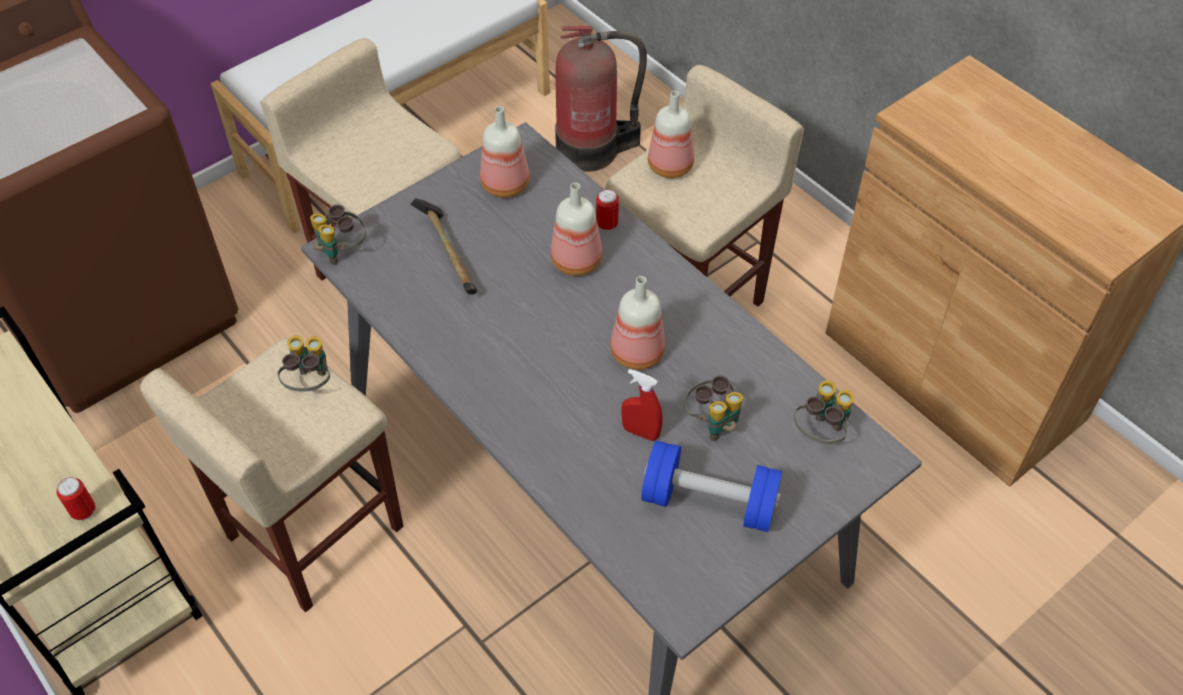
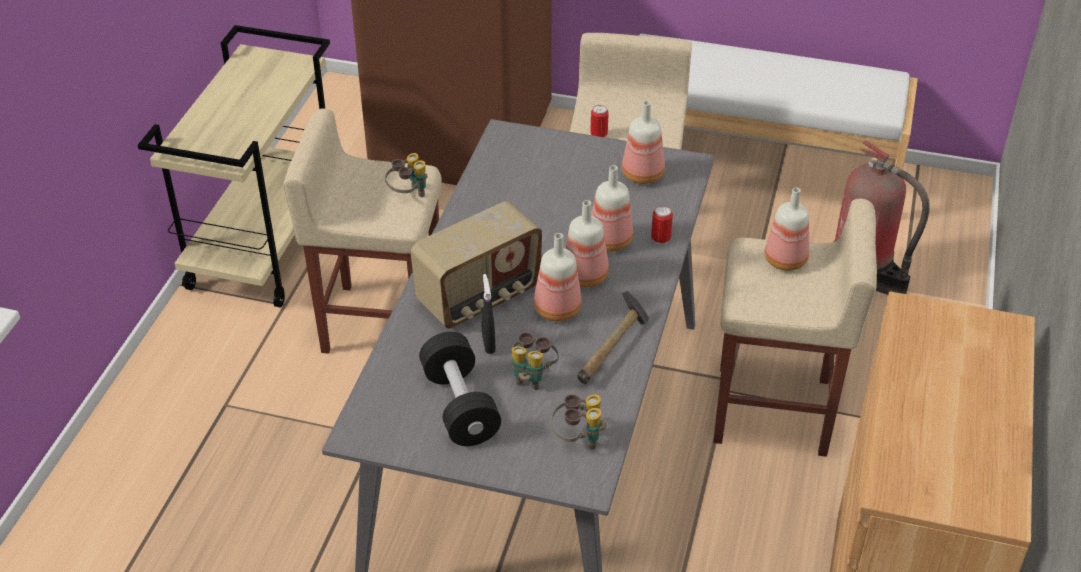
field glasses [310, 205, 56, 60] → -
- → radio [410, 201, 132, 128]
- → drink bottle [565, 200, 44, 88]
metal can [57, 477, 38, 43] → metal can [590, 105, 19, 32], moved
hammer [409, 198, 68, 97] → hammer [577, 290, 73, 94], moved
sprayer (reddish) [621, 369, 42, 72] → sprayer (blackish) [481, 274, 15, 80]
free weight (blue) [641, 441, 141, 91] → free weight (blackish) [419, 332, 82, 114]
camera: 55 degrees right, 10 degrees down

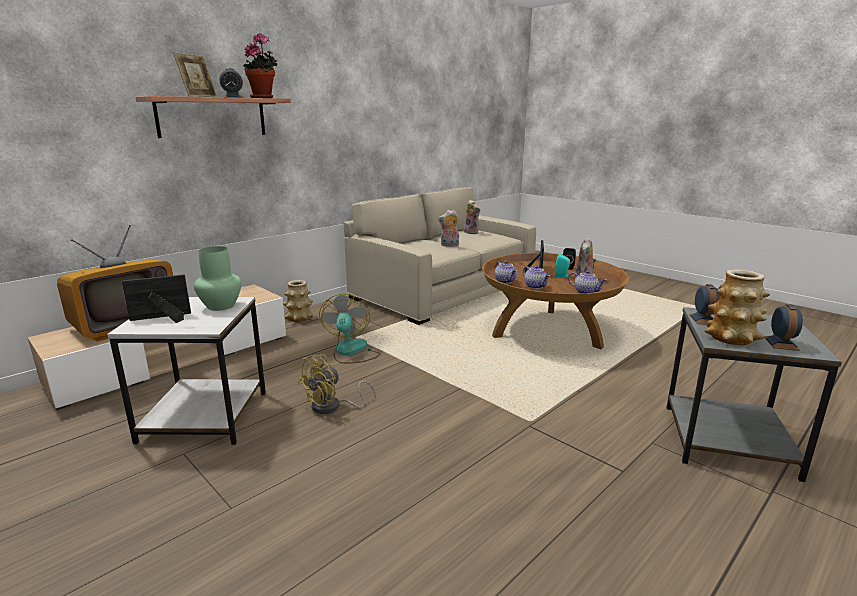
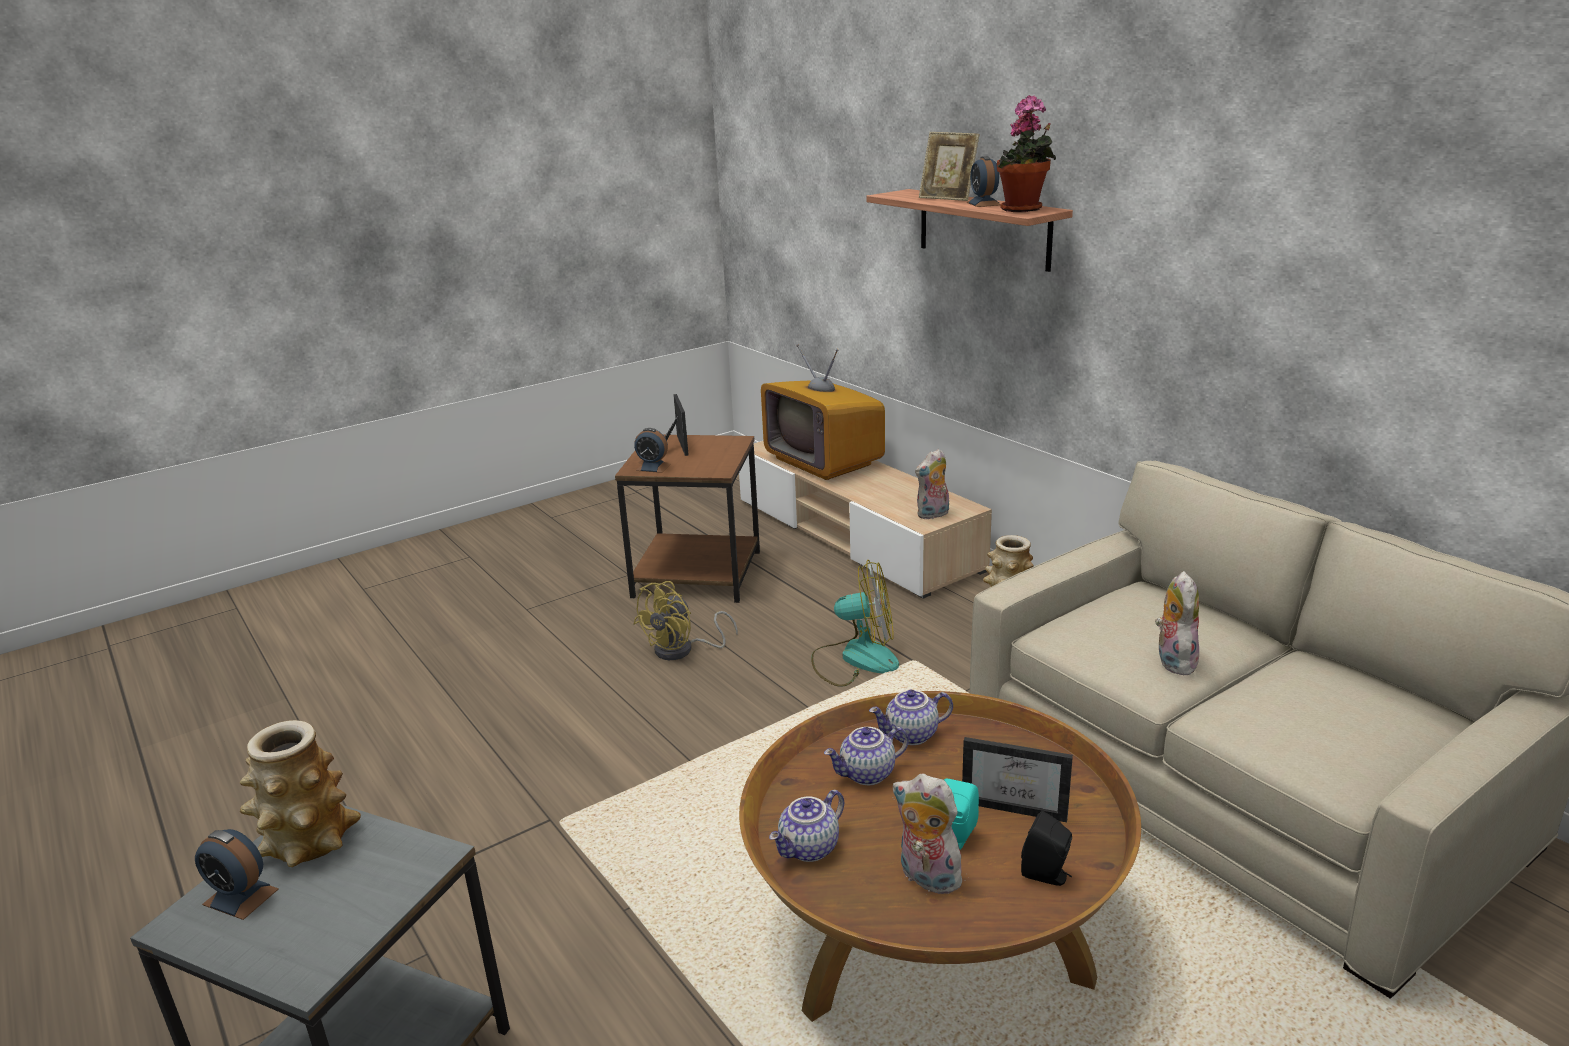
decorative vase (green-coloured) [194, 246, 48, 65] → -
soft toy [464, 200, 16, 34] → soft toy [915, 449, 34, 70], moved
bedside clock [689, 284, 31, 41] → bedside clock [634, 428, 37, 45], moved
side table (whitish) [107, 297, 159, 148] → side table (brown) [615, 435, 145, 168]
cooling fan (yellowish) [298, 354, 78, 60] → cooling fan (yellowish) [634, 581, 104, 79], 105 degrees counterclockwise
camera: 100 degrees right, 5 degrees up

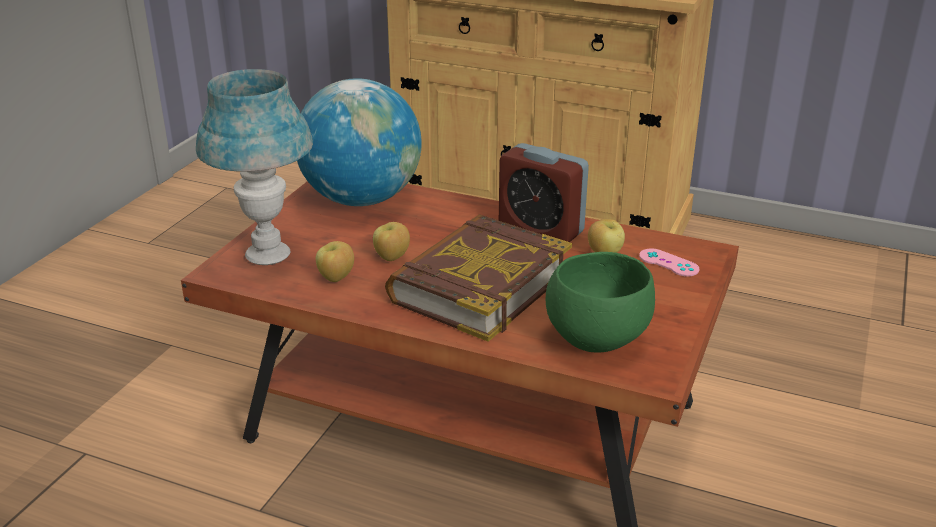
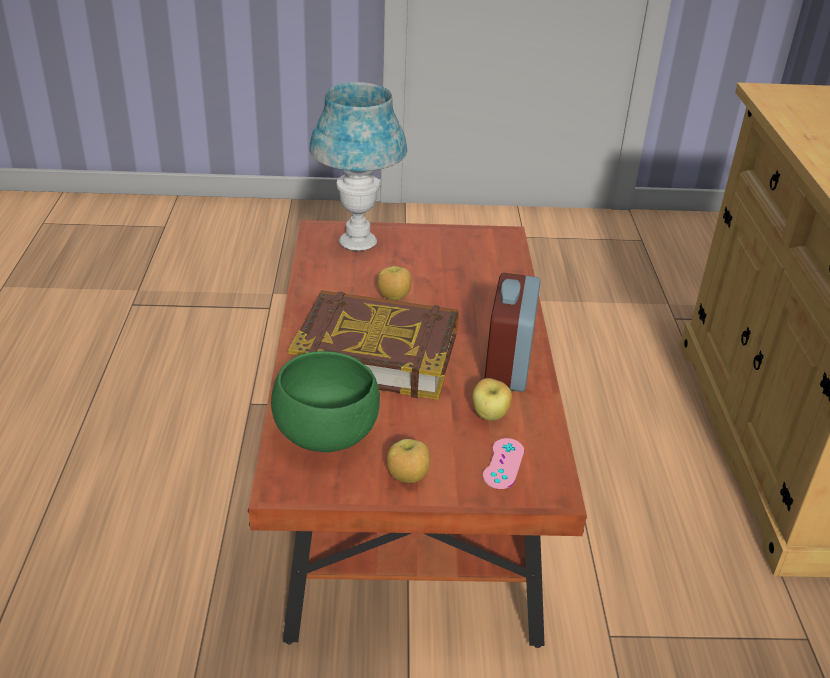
world globe [297, 78, 125, 128] → -
apple fruit [316, 241, 38, 41] → apple fruit [387, 439, 43, 44], moved
camera: 65 degrees right, 5 degrees up

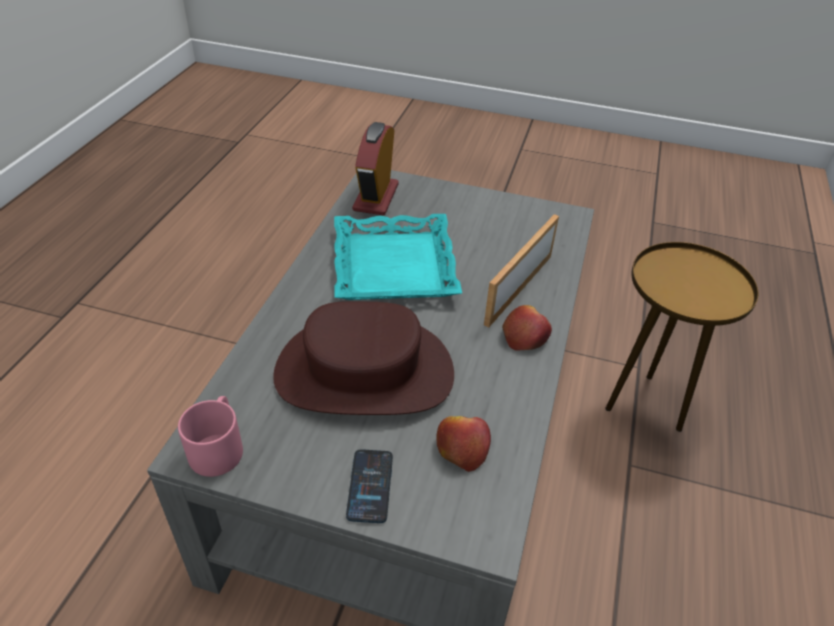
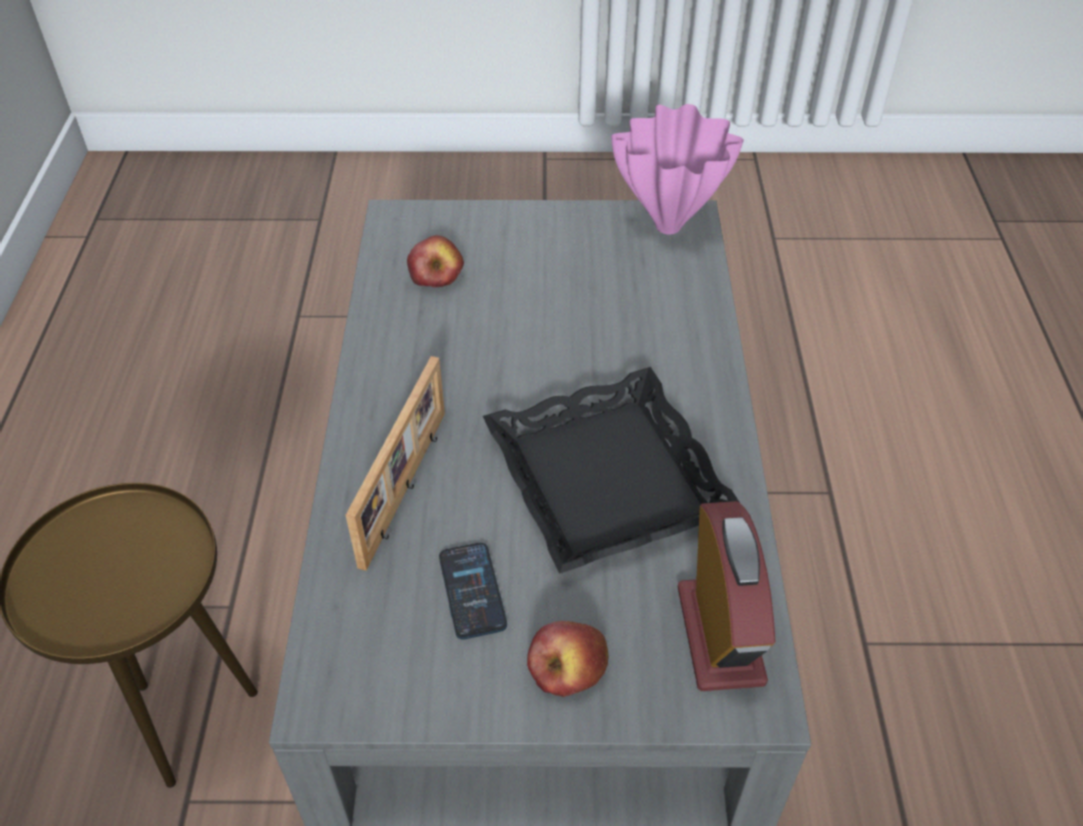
clothing hat (brown) [273, 301, 181, 114] → -
telephone [346, 449, 47, 74] → telephone [439, 543, 68, 96], moved
apple fruit [502, 305, 50, 46] → apple fruit [527, 621, 81, 76], moved
tea mug (pink-coloured) [178, 396, 65, 81] → decorative vase (pink-coloured) [611, 104, 133, 130]
tray (turquoise) [334, 214, 128, 86] → tray (blackish) [483, 367, 258, 207]
camera: 165 degrees right, 5 degrees up

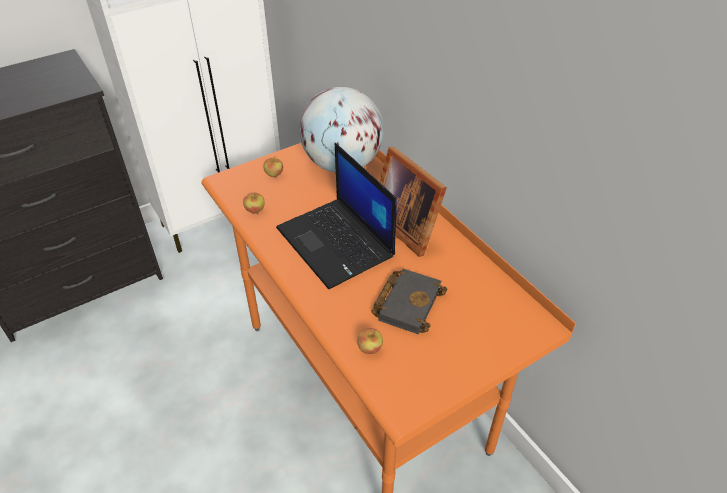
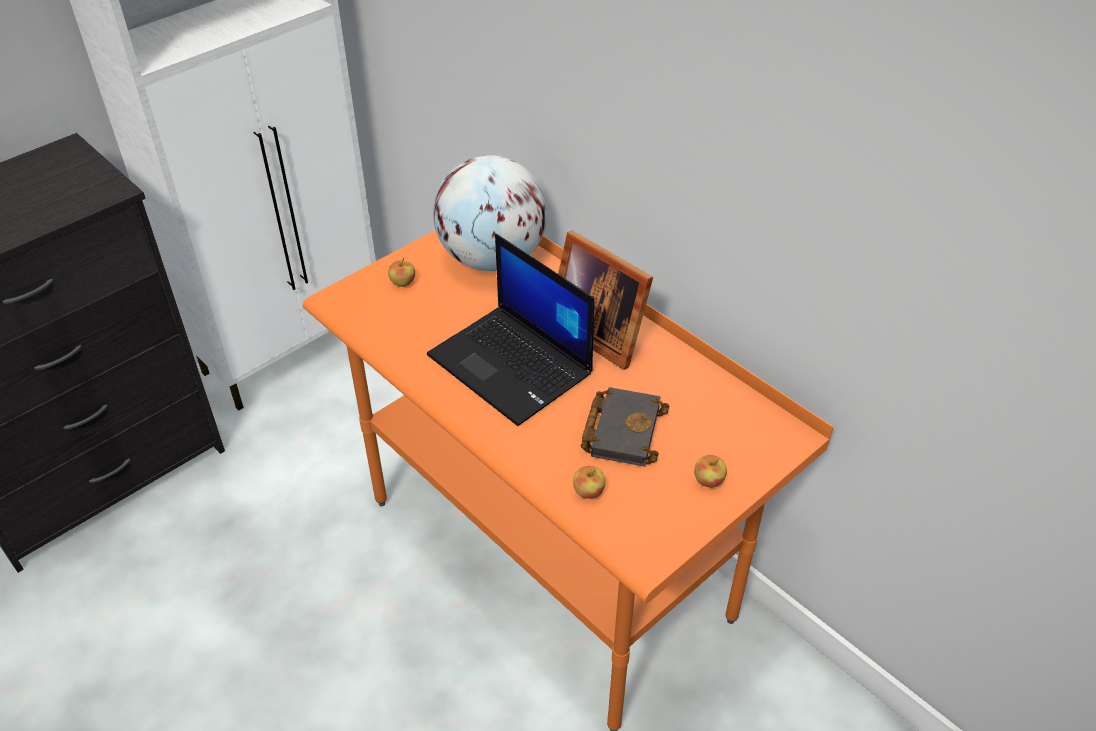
apple fruit [243, 193, 22, 21] → apple fruit [694, 455, 33, 33], moved
camera: 10 degrees left, 0 degrees up

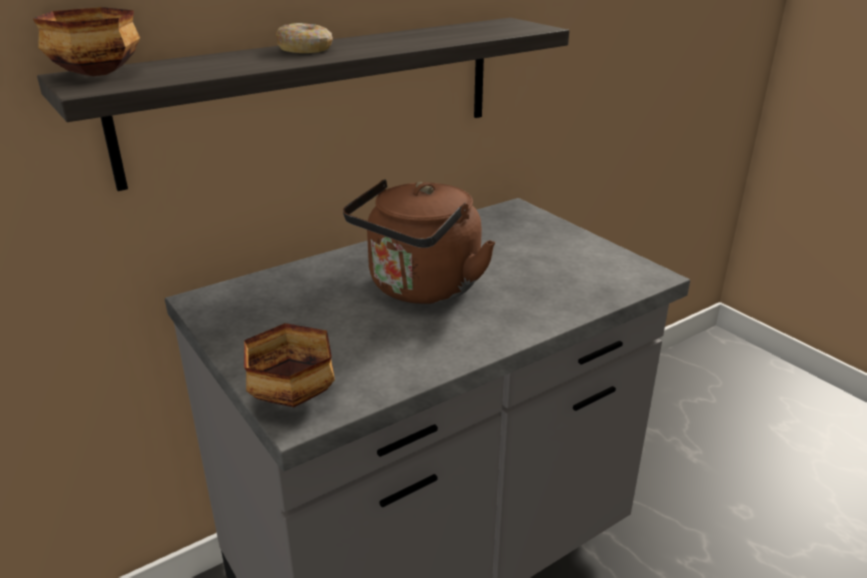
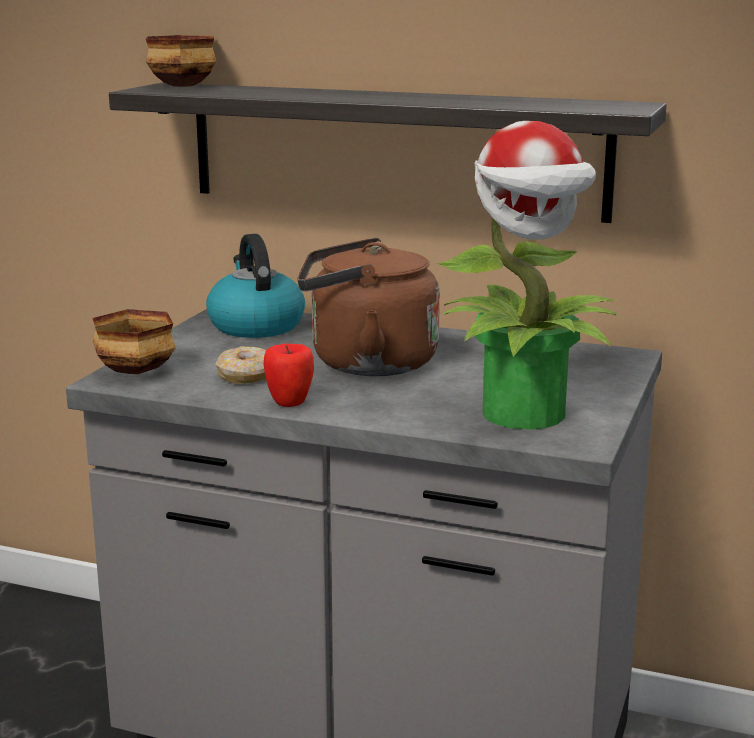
- → tea kettle [206, 234, 99, 104]
- → apple fruit [264, 344, 50, 63]
- → houseplant [437, 121, 180, 309]
ring doughnut [275, 23, 58, 30] → ring doughnut [215, 346, 51, 38], moved
camera: 55 degrees right, 10 degrees down

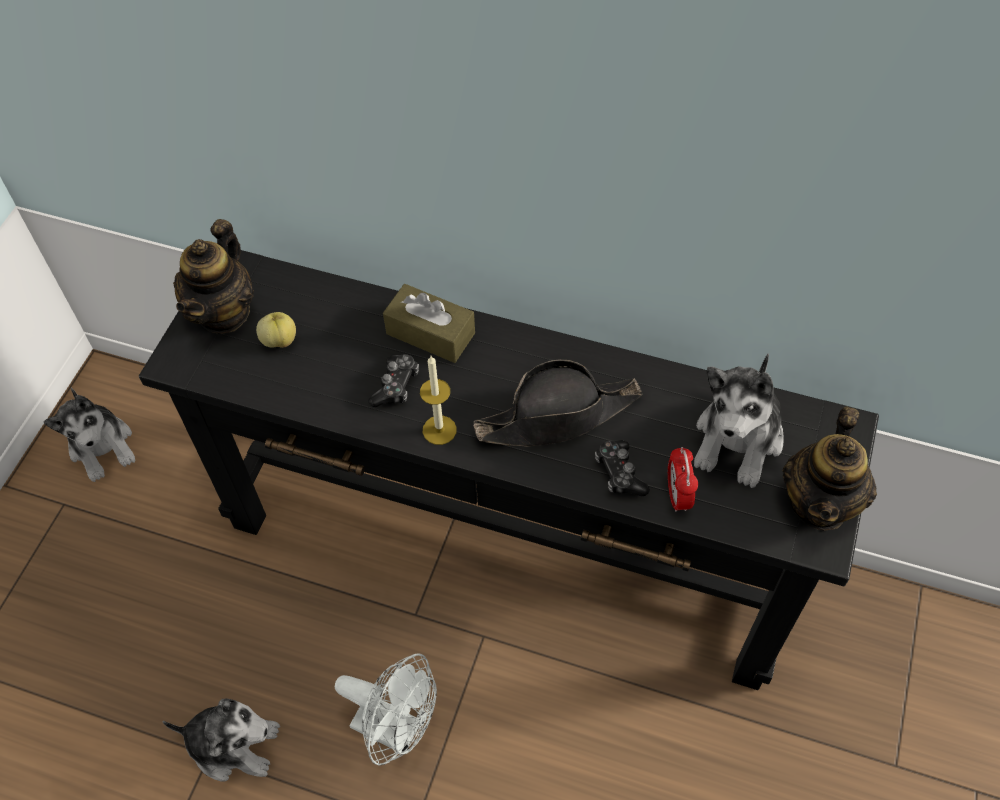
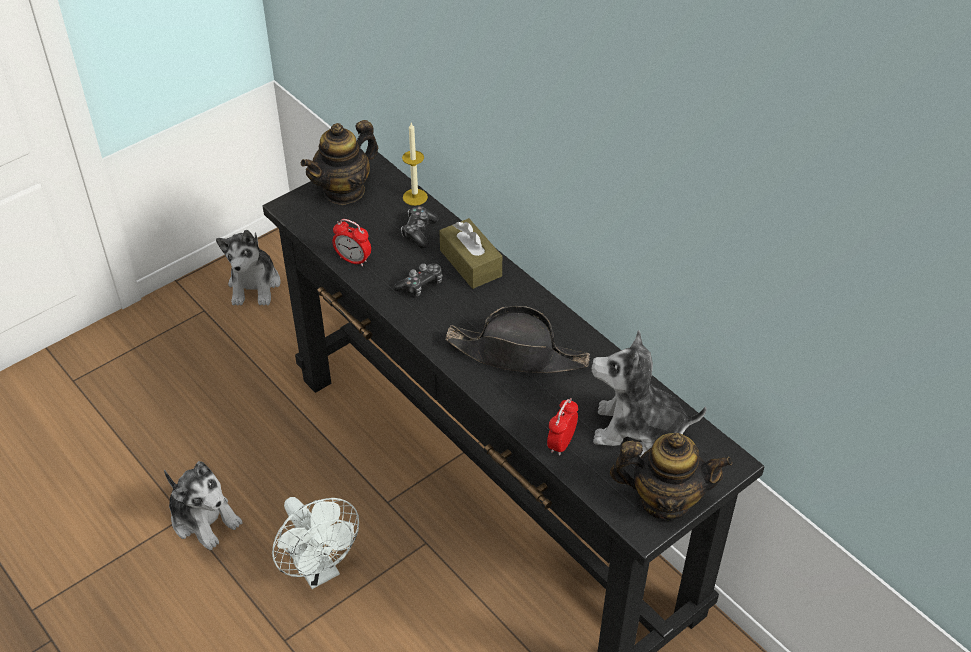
apple fruit [256, 312, 40, 36] → -
- → bedside clock [332, 219, 39, 48]
wax light [420, 356, 37, 89] → wax light [402, 123, 26, 83], moved
game controller [595, 440, 55, 57] → game controller [401, 206, 38, 42], moved
soft toy [694, 353, 90, 135] → soft toy [592, 330, 115, 127], 45 degrees clockwise
teapot [783, 407, 94, 123] → teapot [610, 433, 122, 88], 135 degrees counterclockwise
camera: 30 degrees right, 10 degrees down

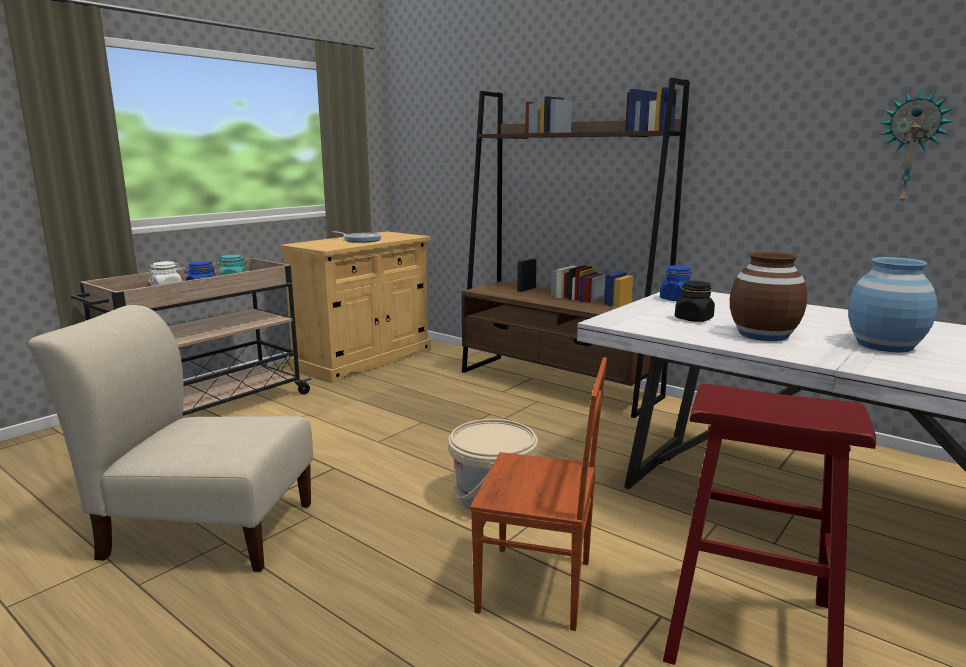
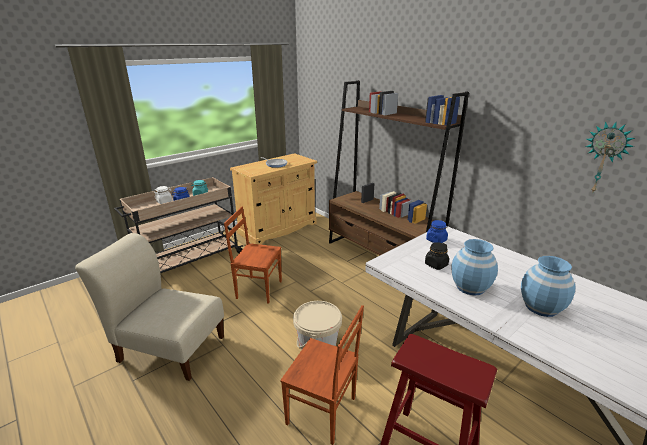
- → plain chair (brown) [224, 207, 58, 97]
decorative vase (brown) [730, 251, 77, 90] → decorative vase (blue) [452, 239, 46, 57]
camera: 10 degrees right, 10 degrees up

